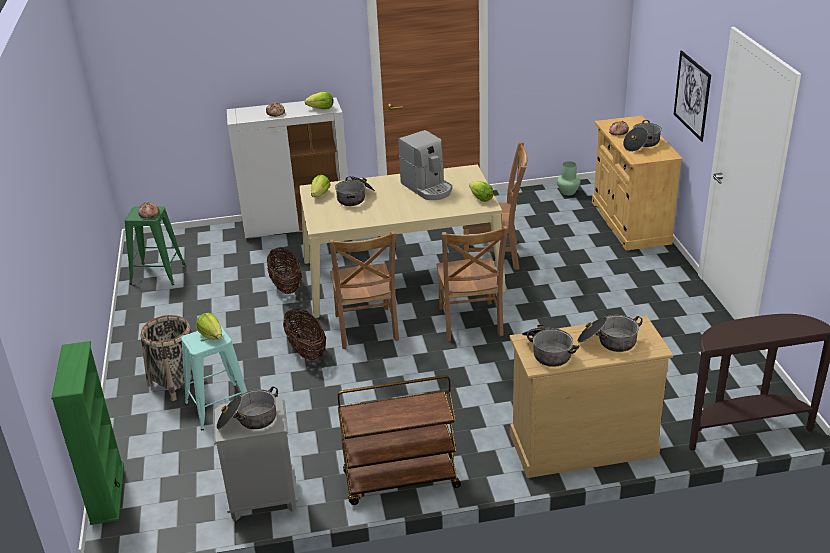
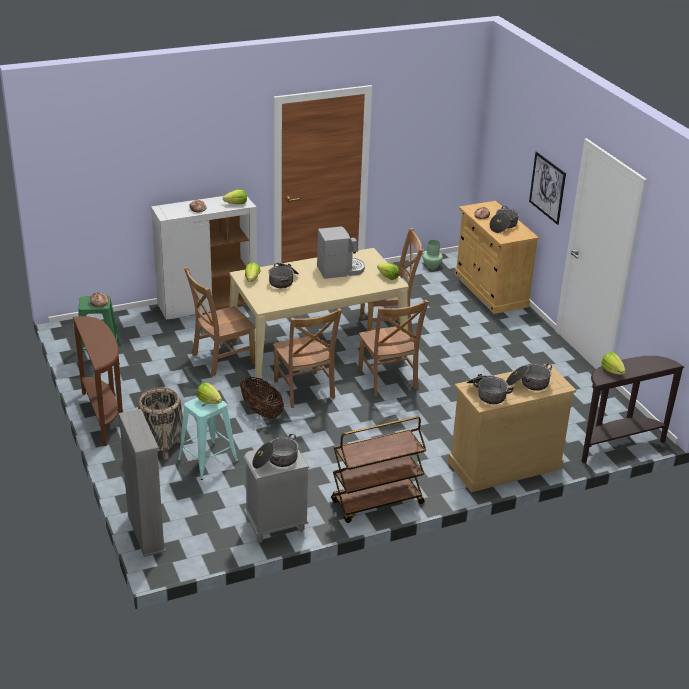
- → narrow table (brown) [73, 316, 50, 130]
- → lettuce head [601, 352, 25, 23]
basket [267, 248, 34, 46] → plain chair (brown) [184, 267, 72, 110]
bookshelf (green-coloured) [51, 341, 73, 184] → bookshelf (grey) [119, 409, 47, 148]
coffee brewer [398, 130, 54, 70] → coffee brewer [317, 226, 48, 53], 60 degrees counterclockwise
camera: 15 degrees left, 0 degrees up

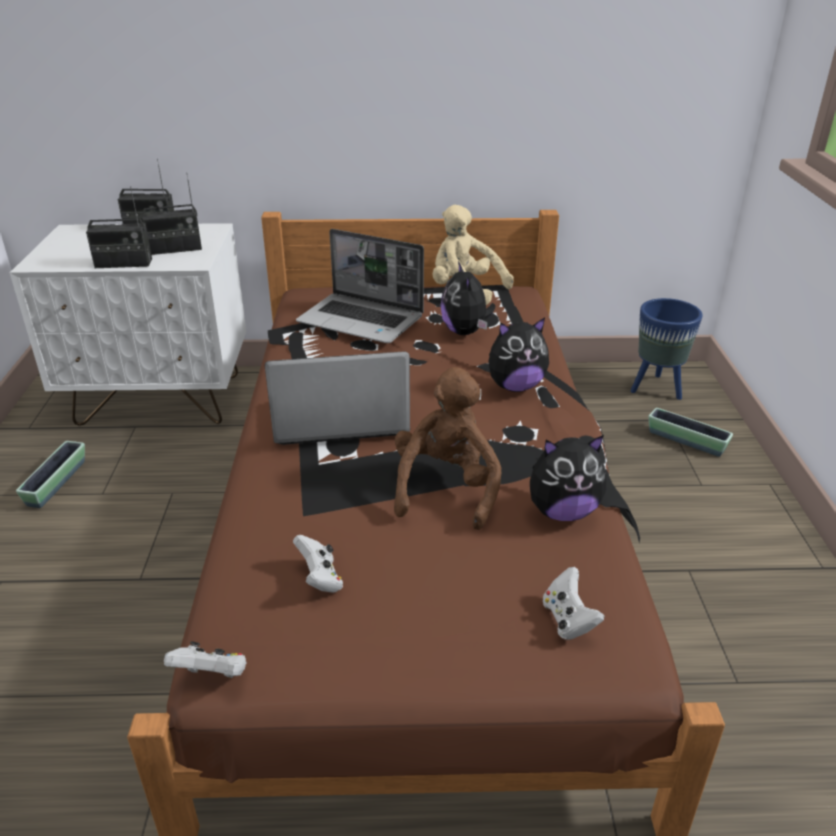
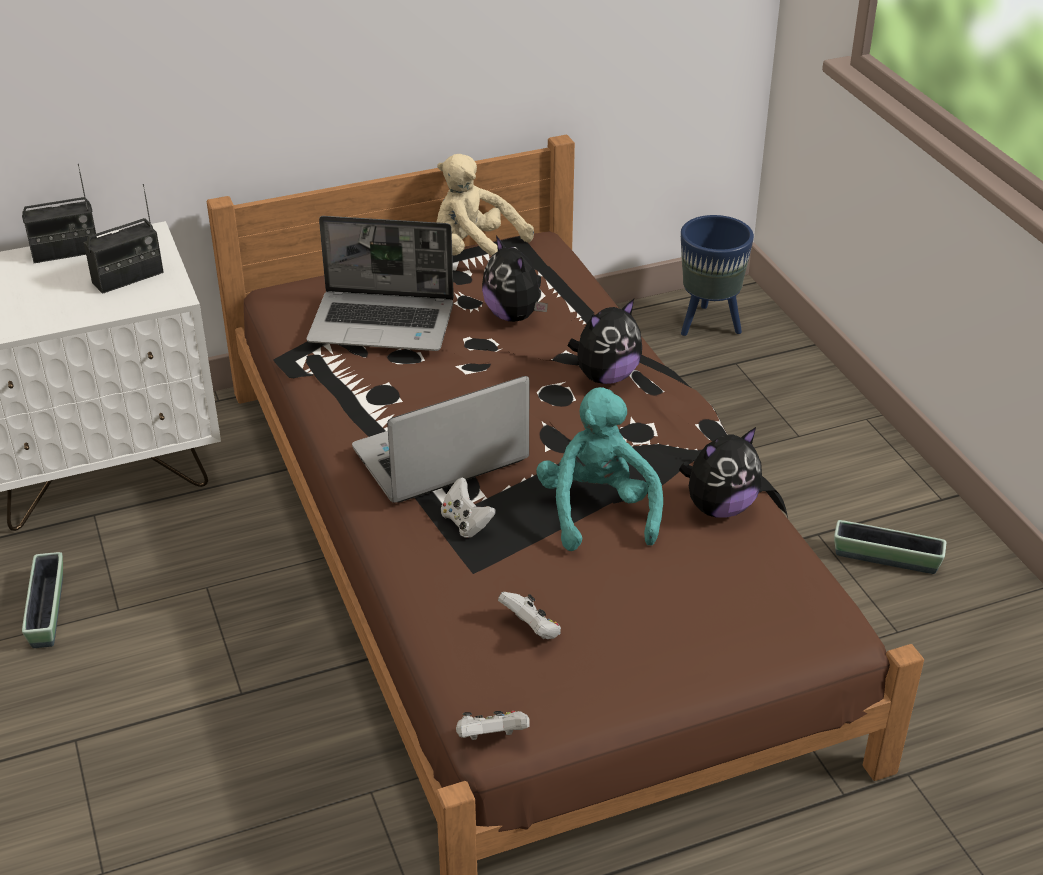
radio [86, 186, 66, 82] → -
game controller (whitish) [543, 567, 61, 73] → game controller (whitish) [441, 477, 55, 61], moved
flower pot [649, 408, 84, 49] → flower pot [834, 520, 112, 54], moved
soft toy (brown) [394, 367, 107, 163] → soft toy (turquoise) [536, 387, 127, 164]
camera: 20 degrees left, 5 degrees up

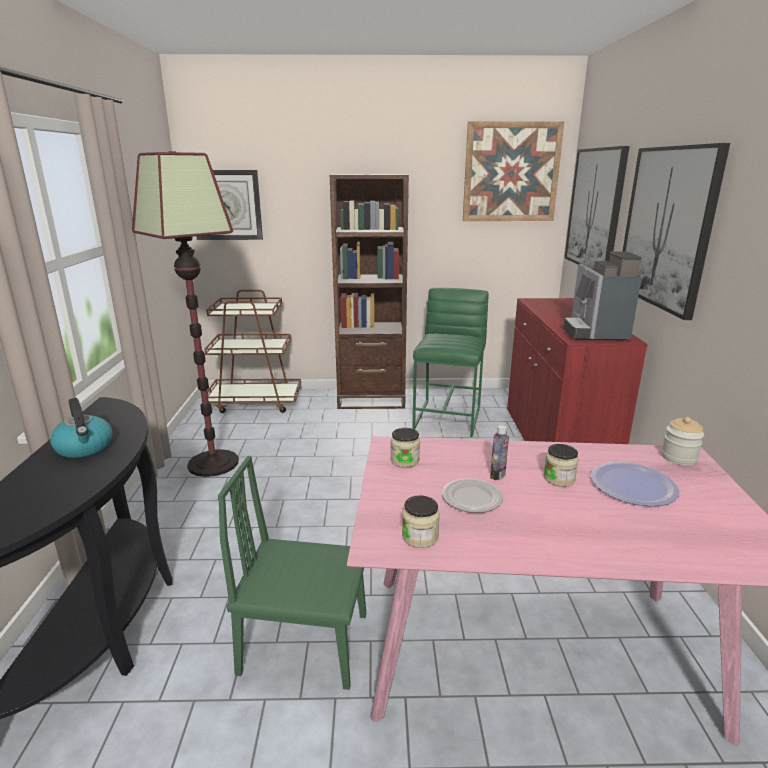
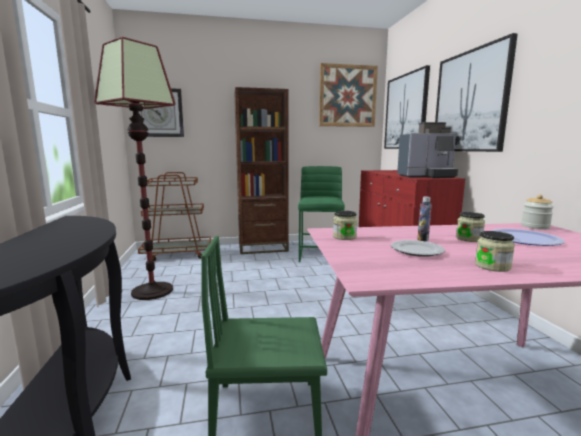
tea kettle [50, 398, 62, 60] → -
jar [402, 495, 38, 53] → jar [475, 231, 40, 41], moved
coffee brewer [564, 252, 78, 89] → coffee brewer [397, 122, 61, 56], 90 degrees counterclockwise
camera: 10 degrees left, 10 degrees down

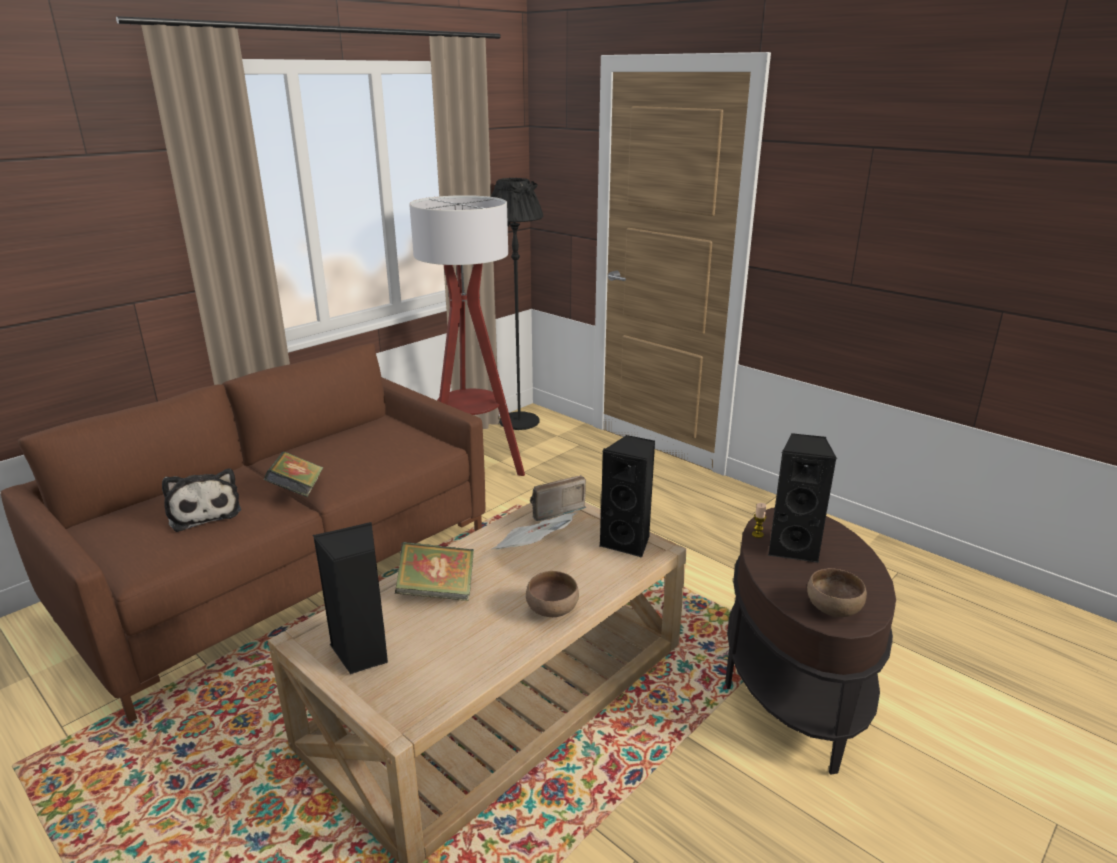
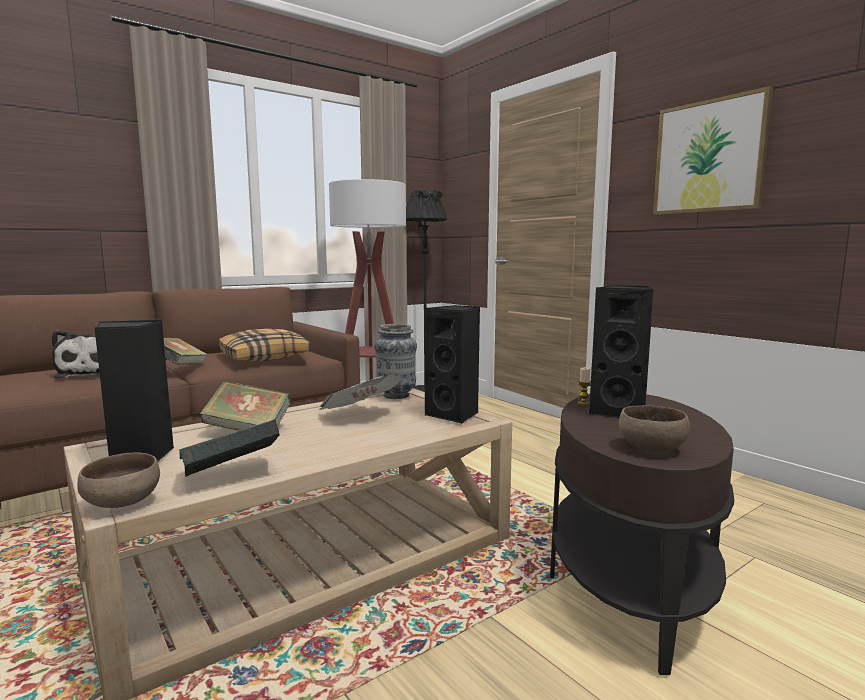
- → bound book [179, 419, 101, 58]
- → pillow [219, 329, 91, 32]
- → wall art [653, 86, 120, 128]
deep dish (brown) [526, 571, 53, 46] → deep dish (brown) [77, 453, 83, 55], moved
radio [530, 475, 56, 46] → decorative vase [374, 324, 43, 75]
camera: 10 degrees right, 15 degrees down

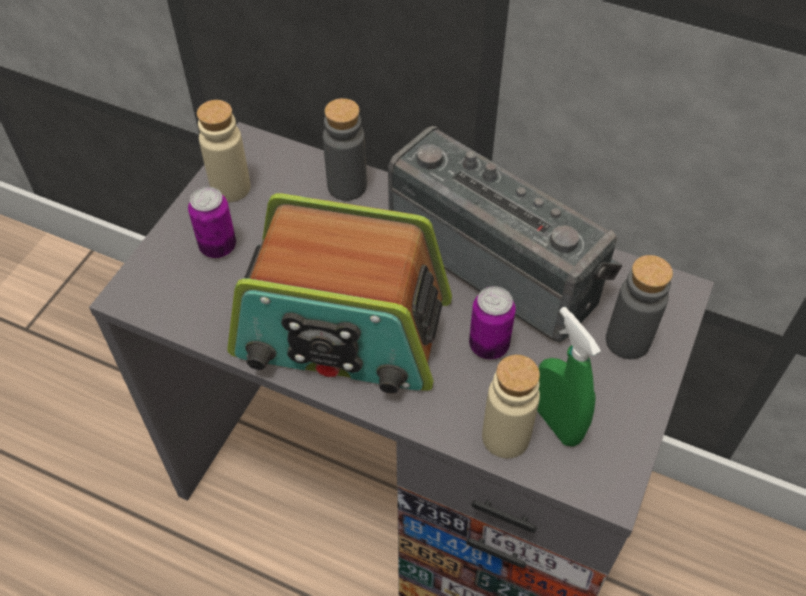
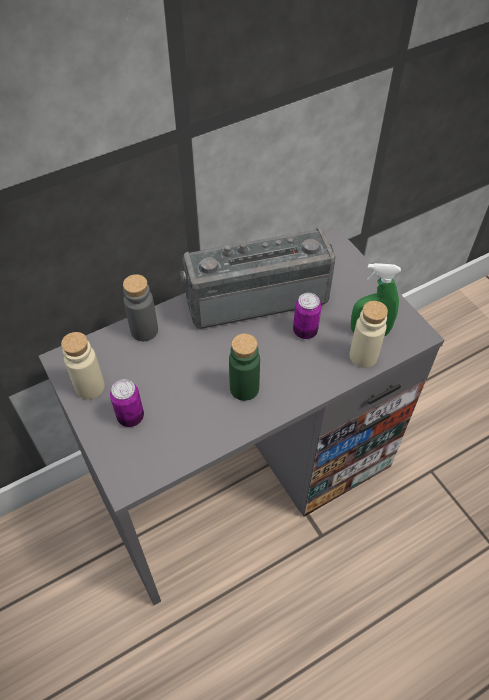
drink bottle (grey) [606, 255, 67, 104] → -
radio [227, 193, 225, 201] → drink bottle (green-coloured) [229, 333, 31, 68]
camera: 55 degrees left, 0 degrees up

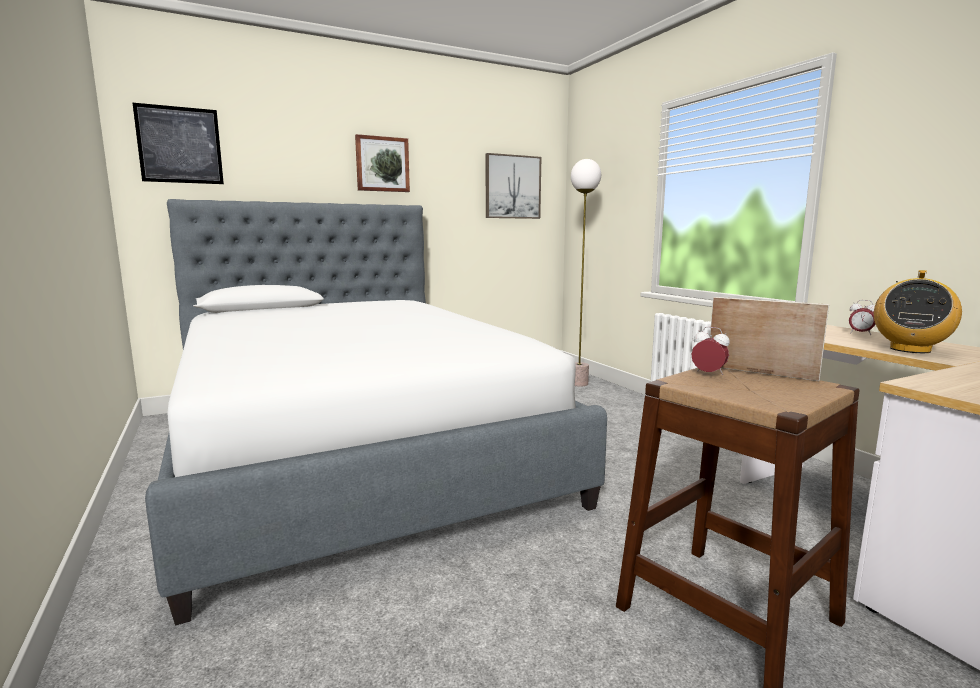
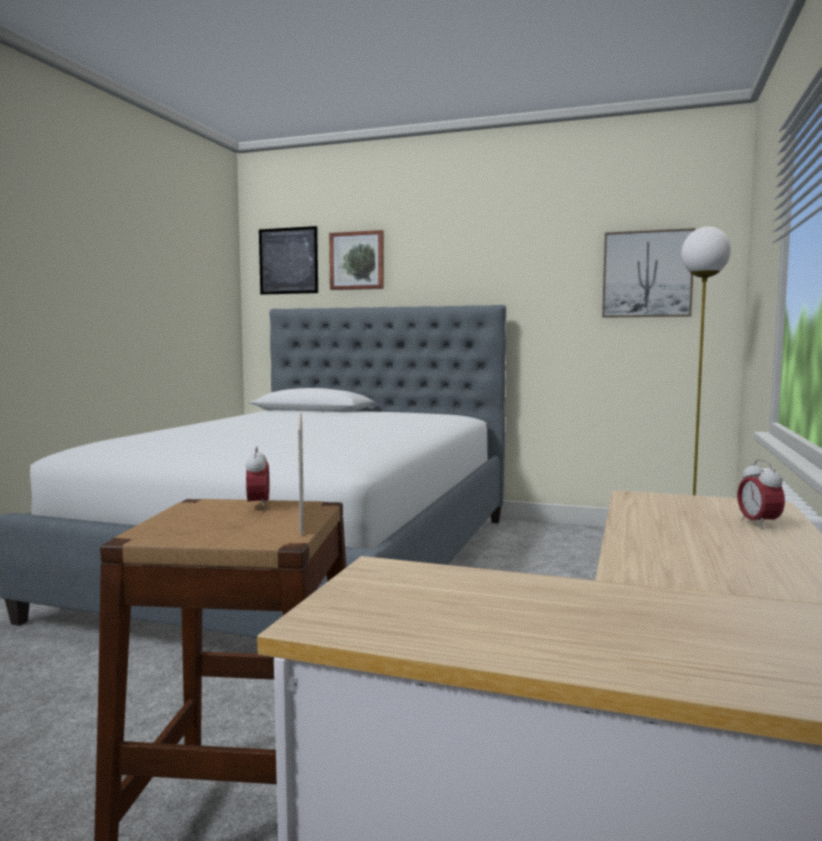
radio [874, 270, 88, 83] → -
wall art [355, 134, 55, 58] → wall art [329, 230, 55, 60], moved
camera: 45 degrees right, 5 degrees down

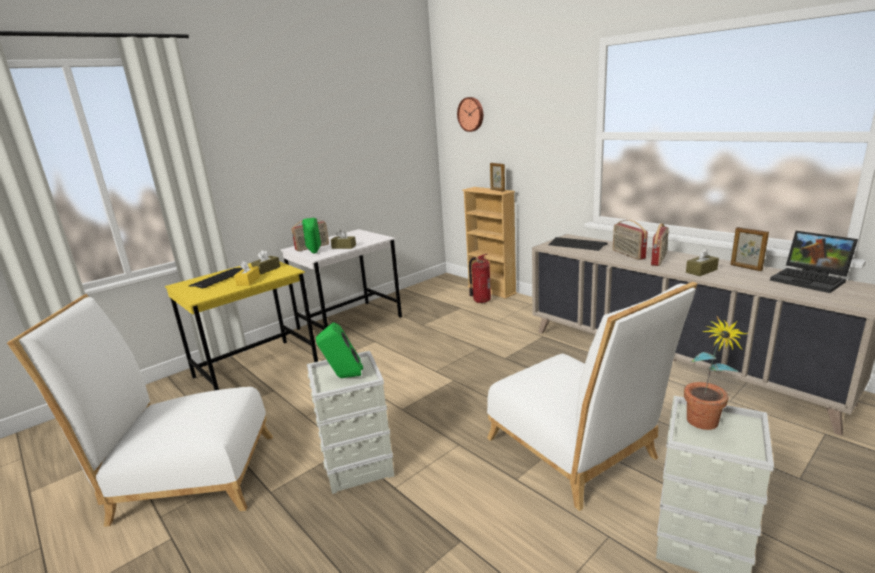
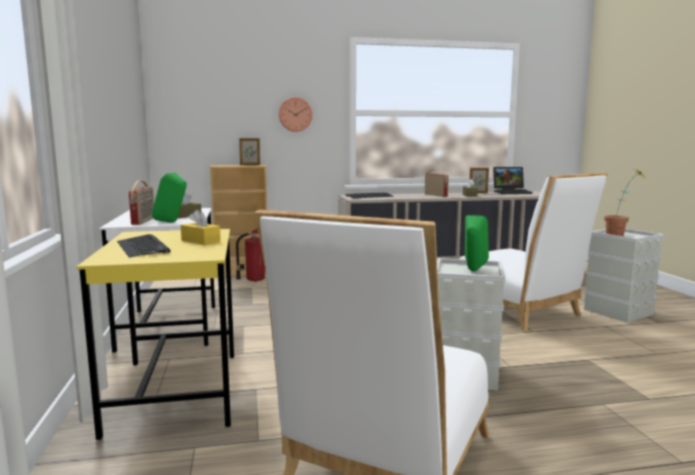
tissue holder (brown) [251, 250, 29, 24] → -
radio [613, 220, 35, 40] → -
clock on the wall [457, 97, 26, 35] → clock on the wall [279, 98, 33, 34], moved
plain chair (whitish) [487, 282, 210, 229] → plain chair (whitish) [459, 173, 149, 159], 60 degrees clockwise
camera: 60 degrees left, 10 degrees down

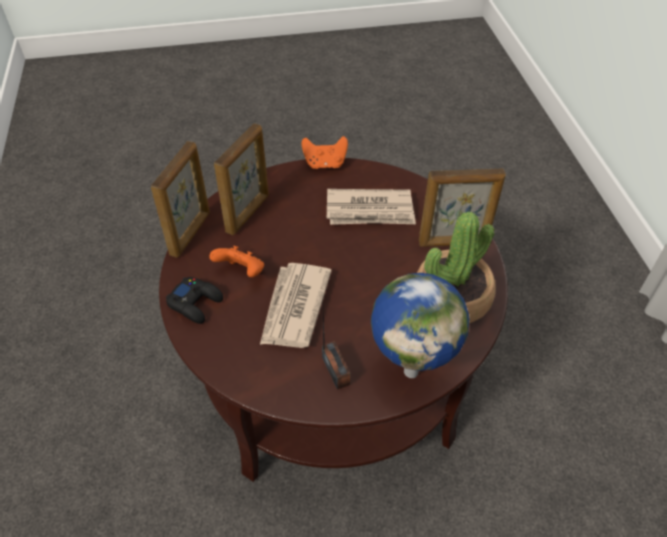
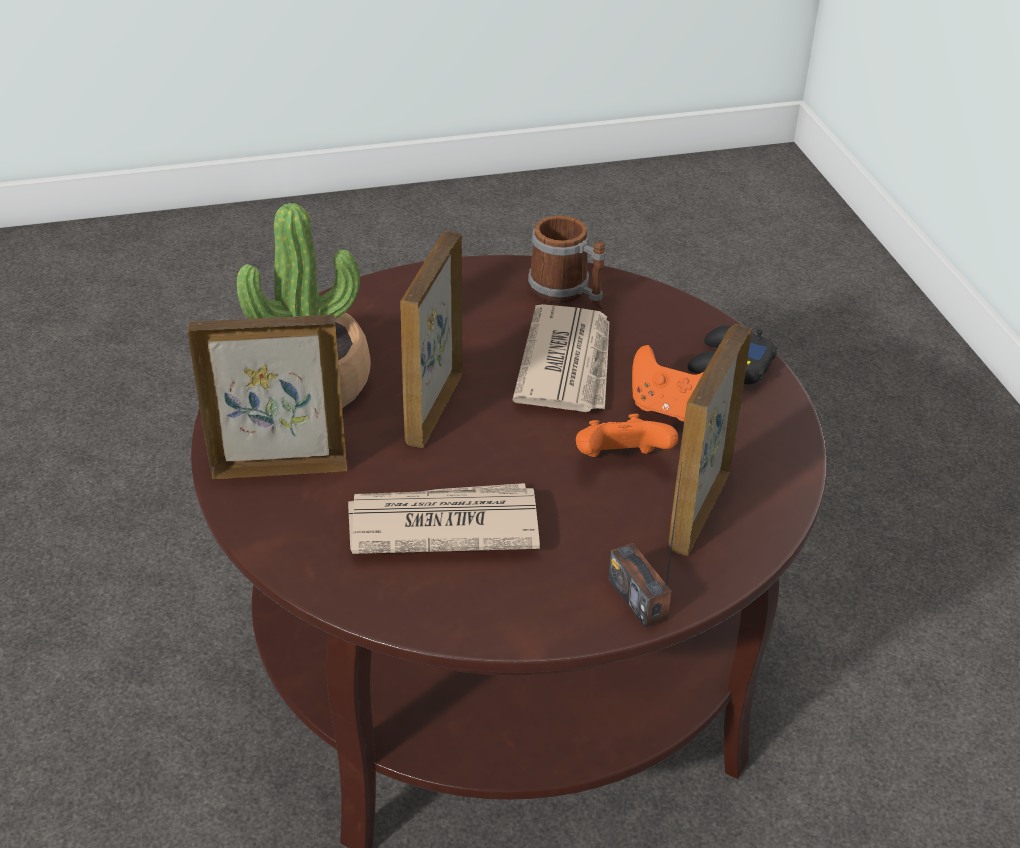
world globe [371, 273, 98, 105] → -
- → tea mug [528, 216, 78, 93]
picture frame [151, 141, 59, 117] → picture frame [400, 231, 63, 217], moved
game controller (orangey) [302, 136, 46, 33] → game controller (orangey) [576, 414, 102, 43], moved
radio [322, 312, 29, 78] → radio [609, 465, 73, 164], moved
camera: 175 degrees right, 10 degrees down

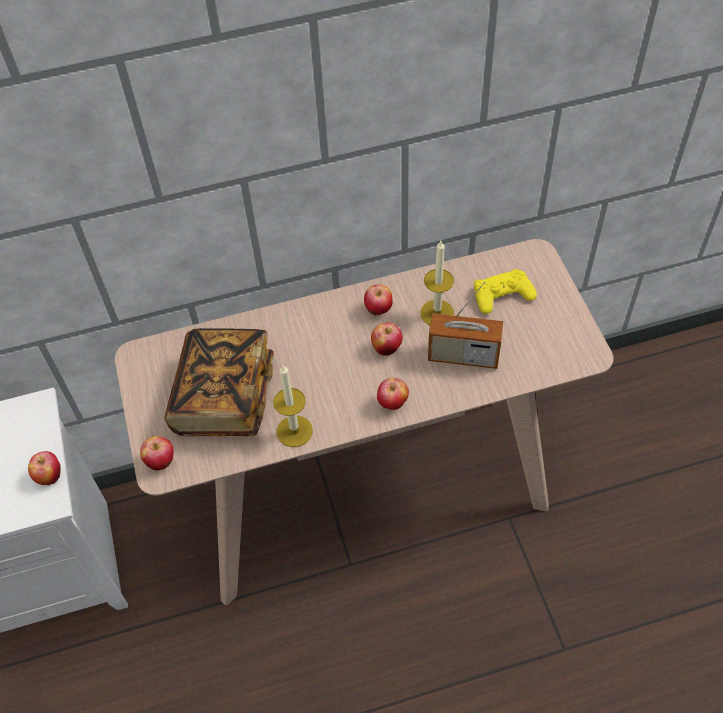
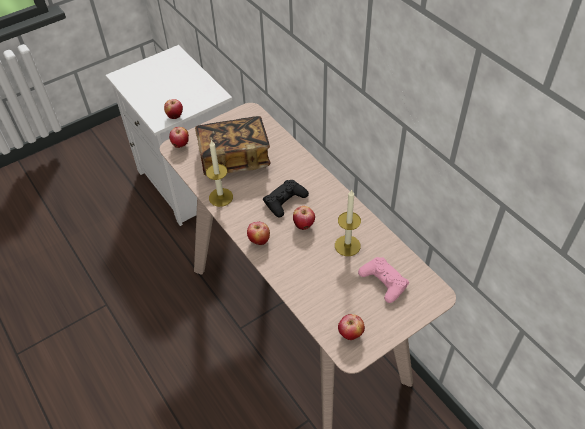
radio [428, 281, 75, 88] → -
- → game controller (blackish) [263, 180, 46, 38]
apple fruit [364, 284, 29, 32] → apple fruit [338, 314, 27, 26], moved
game controller (yellowish) [474, 269, 63, 45] → game controller (pink-coloured) [358, 257, 51, 46]
camera: 70 degrees right, 5 degrees down

